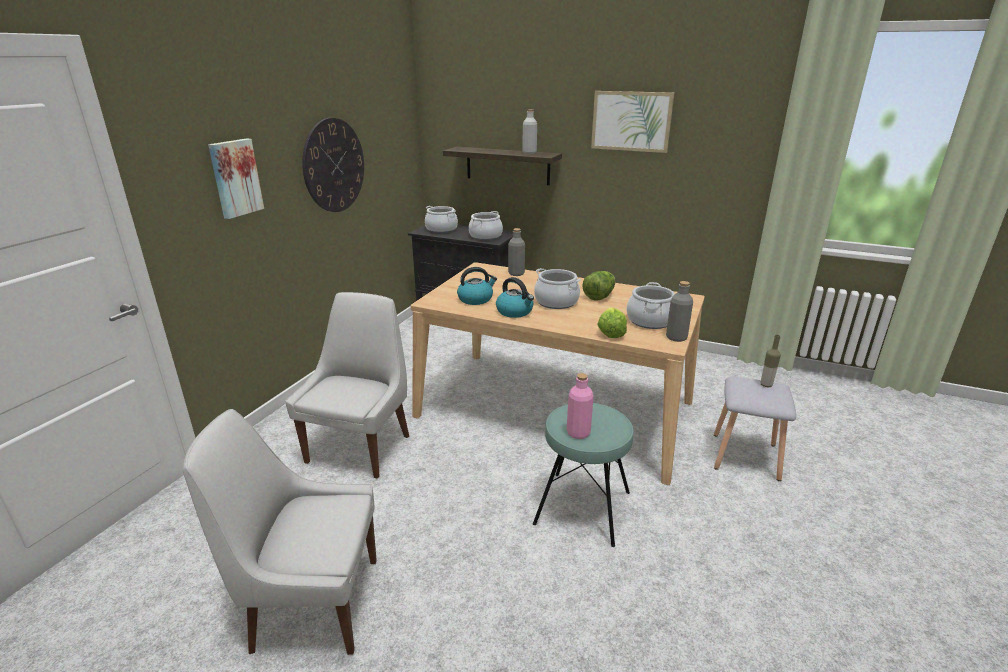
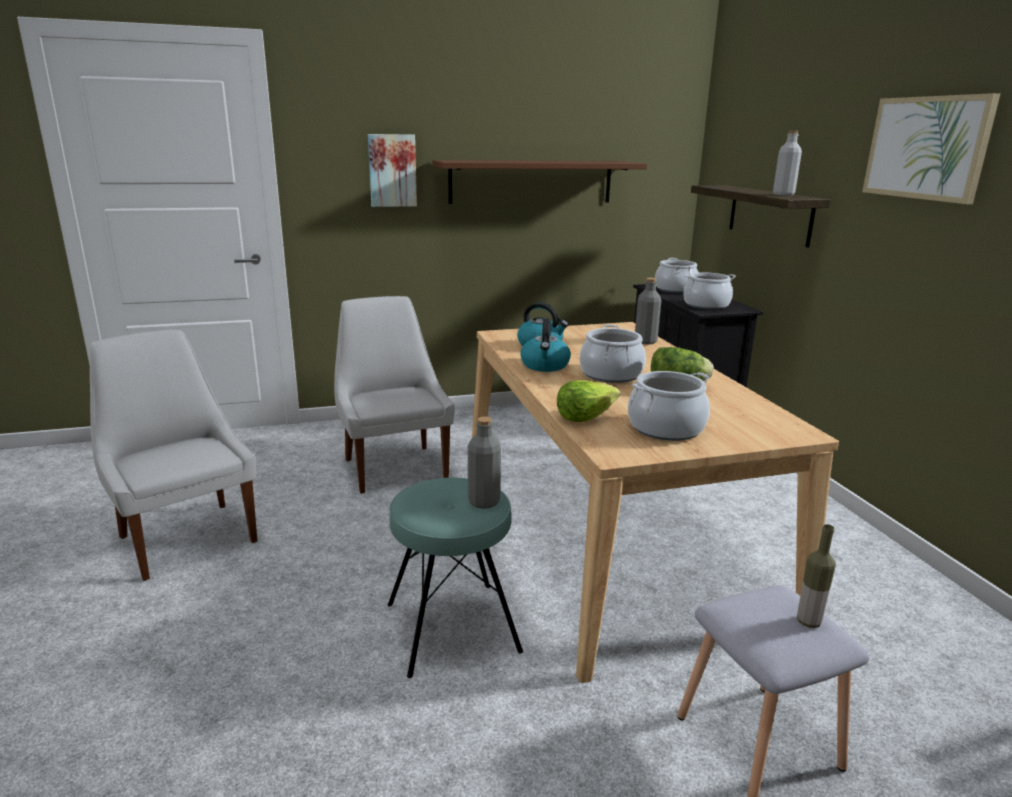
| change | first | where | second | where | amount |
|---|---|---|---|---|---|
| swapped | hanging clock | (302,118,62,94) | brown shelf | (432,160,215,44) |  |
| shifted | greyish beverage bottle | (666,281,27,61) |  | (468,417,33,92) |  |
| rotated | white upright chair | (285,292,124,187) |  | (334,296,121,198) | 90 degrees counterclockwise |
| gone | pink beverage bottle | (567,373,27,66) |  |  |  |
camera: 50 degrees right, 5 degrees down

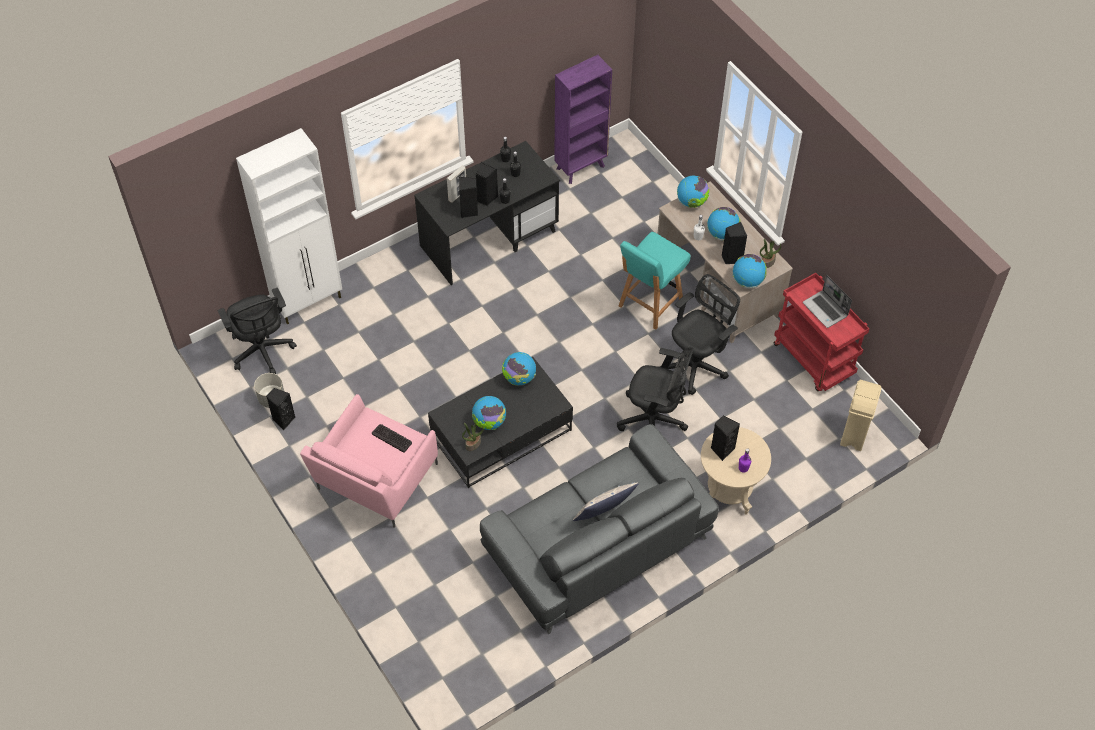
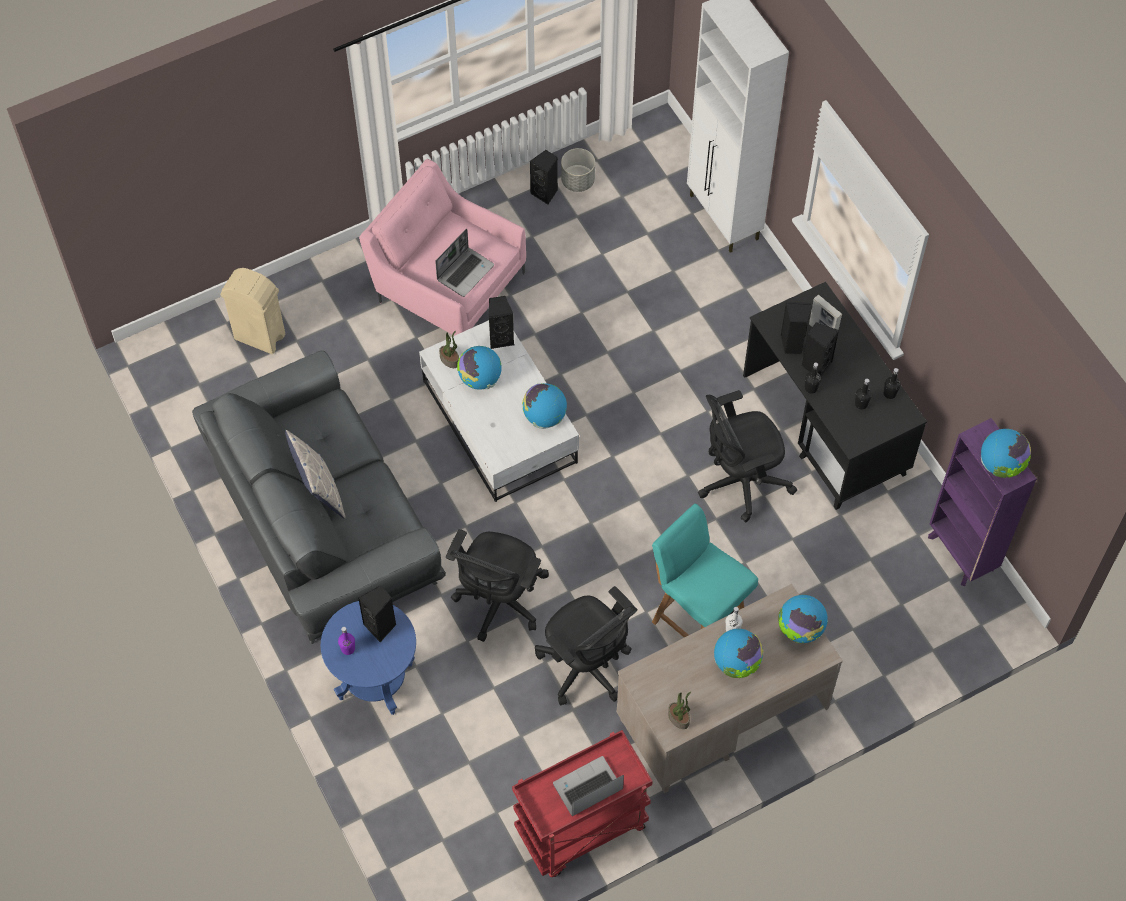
| change | first | where | second | where | amount |
|---|---|---|---|---|---|
| shifted | black-coloured speaker | (722,222,25,42) |  | (489,296,25,53) |  |
| shifted | globe | (733,254,34,34) |  | (981,429,50,49) |  |
| shifted | black-coloured computer chair | (218,288,79,86) |  | (698,390,99,132) |  |
| repainted | black-coloured coffee table | (428,357,145,131) | white coffee table | (419,320,160,182) |  |
| shifted | beige waste bin | (840,380,42,71) |  | (220,268,65,86) |  |
| swapped | keyboard | (372,424,40,29) | laptop | (435,229,59,68) |  |
| repainted | beige side table | (701,427,70,88) | blue side table | (321,601,95,114) |  |
camera: 95 degrees right, 5 degrees up

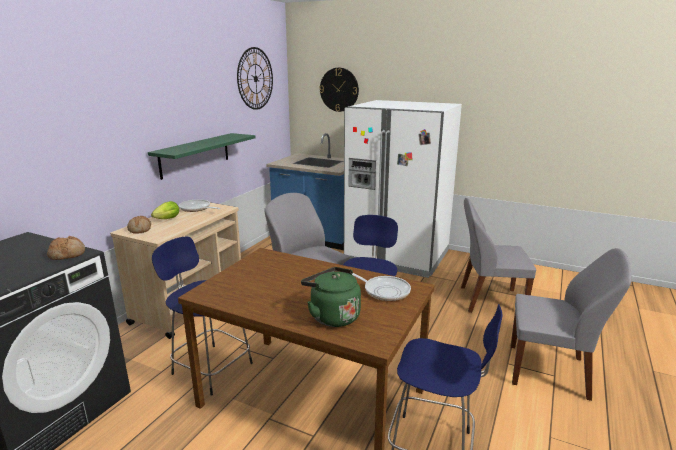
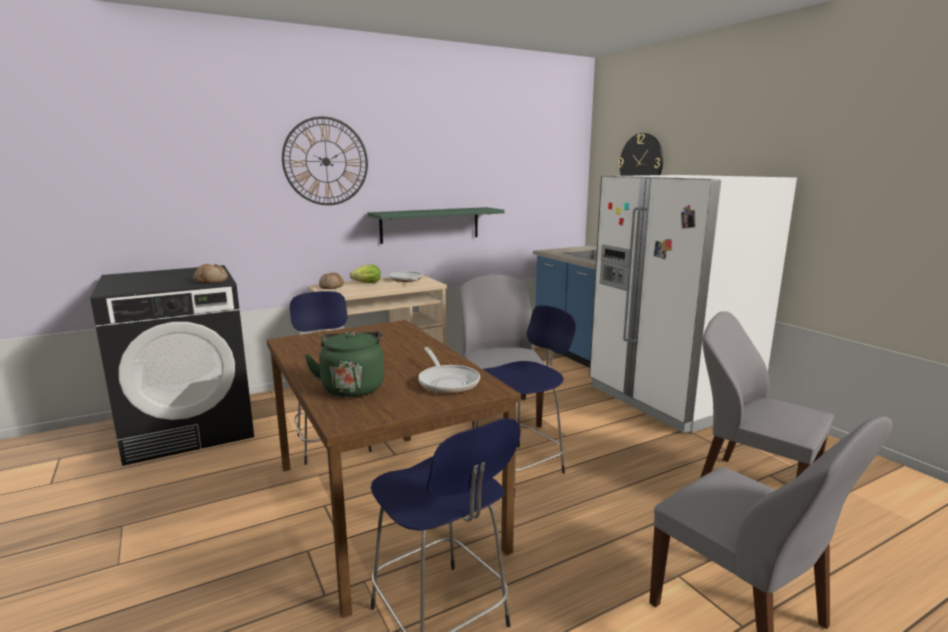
| change | first | where | second | where | amount |
|---|---|---|---|---|---|
| shifted | hanging clock | (237,47,36,63) |  | (282,116,86,89) |  |
camera: 35 degrees right, 5 degrees down

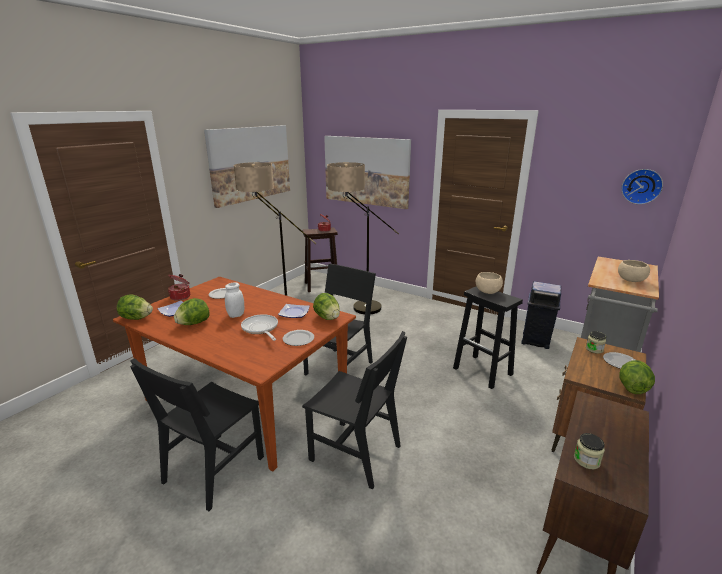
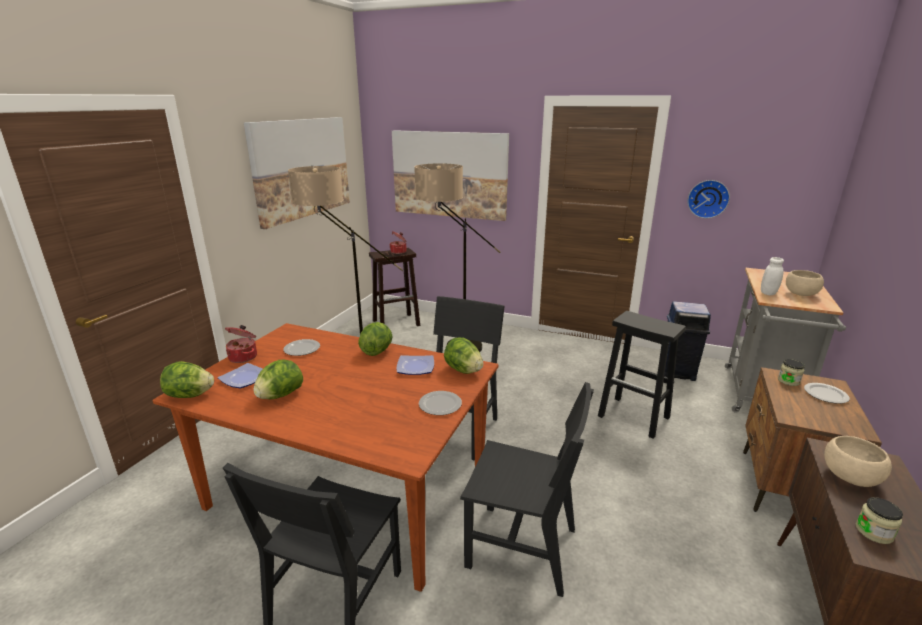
| change | first | where | second | where | amount |
|---|---|---|---|---|---|
| shifted | hanging clock | (621,169,42,35) |  | (687,180,43,38) |  |
| shifted | beige deep dish | (476,272,27,22) |  | (824,436,68,51) |  |
| shifted | white preserve jar | (225,282,20,36) |  | (761,257,23,38) |  |
| gone | pan | (241,314,37,27) |  |  |  |
| shifted | lettuce | (619,360,36,34) |  | (358,322,35,34) |  |
camera: 10 degrees left, 0 degrees up

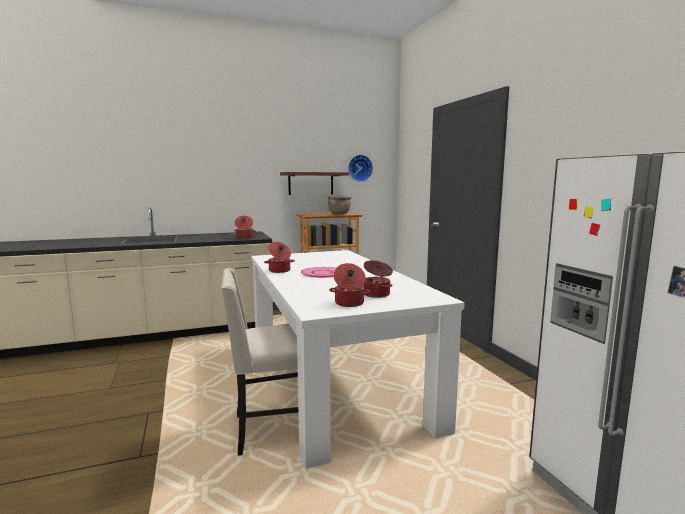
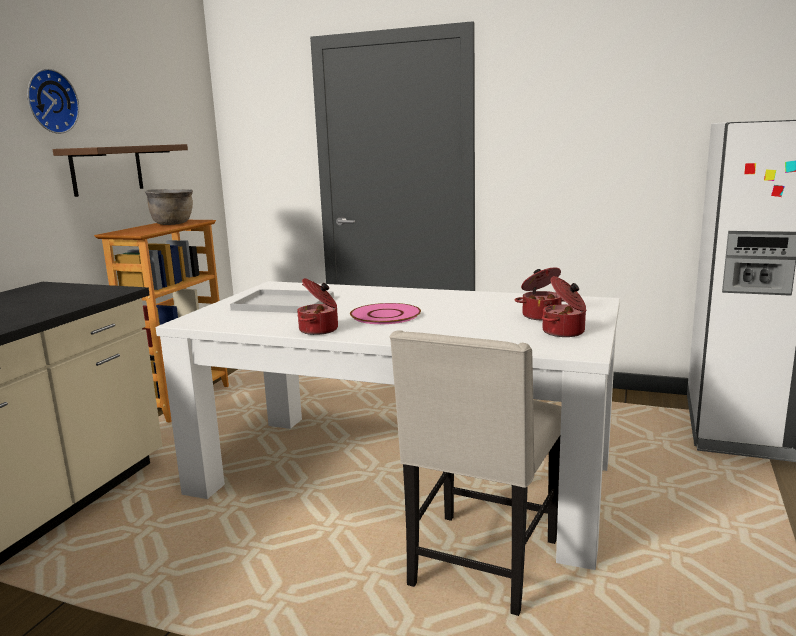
| change | first | where | second | where | amount |
|---|---|---|---|---|---|
| shifted | hanging clock | (348,155,25,27) |  | (27,69,52,65) |  |
| gone | cooking pot | (234,215,22,24) |  |  |  |
| new |  |  | white carrying tray | (230,289,104,24) |  |
camera: 50 degrees left, 5 degrees up

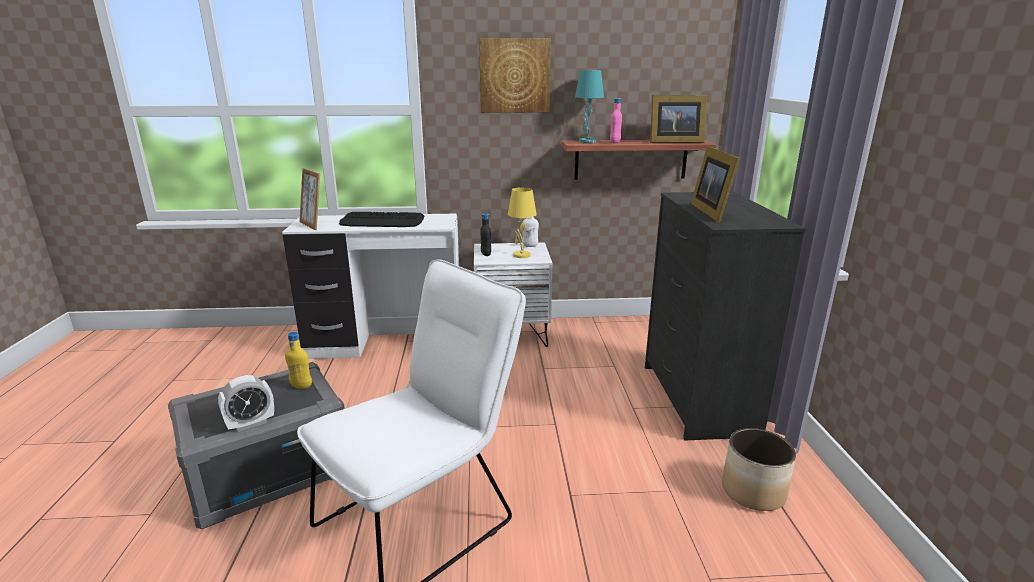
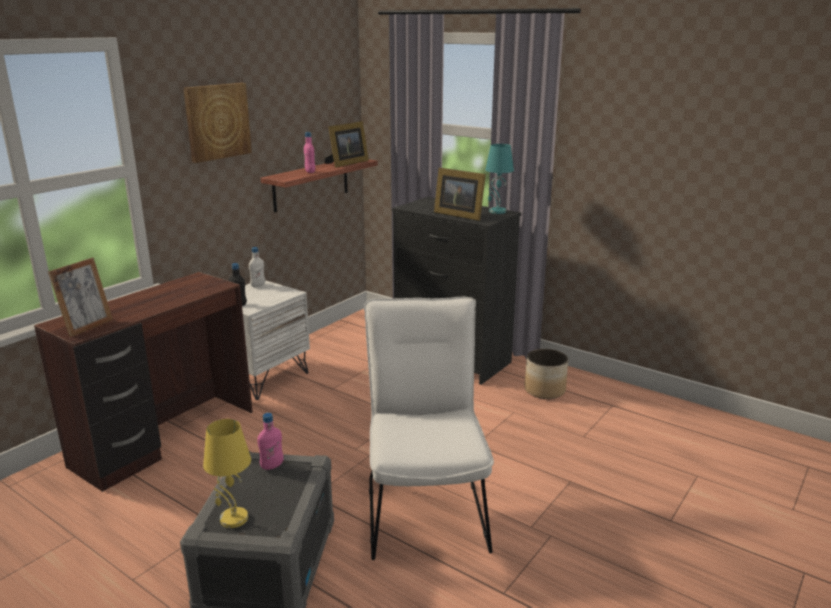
| change | first | where | second | where | amount |
|---|---|---|---|---|---|
| shifted | turquoise-coloured tabletop lamp | (575,70,29,73) |  | (485,144,29,70) |  |
| rotated | picture frame | (299,168,21,62) |  | (48,258,65,79) | 60 degrees counterclockwise |
| shifted | yellow tabletop lamp | (508,187,29,71) |  | (203,419,48,109) |  |
| gone | keyboard | (339,212,85,15) |  |  |  |
| repainted | white desk unit | (282,214,177,145) | brown desk unit | (34,272,219,220) |  |
| repainted | yellow beverage bottle | (285,332,27,57) | pink beverage bottle | (257,413,26,57) |  |
| gone | bedside clock | (218,375,56,57) |  |  |  |
camera: 50 degrees left, 0 degrees up

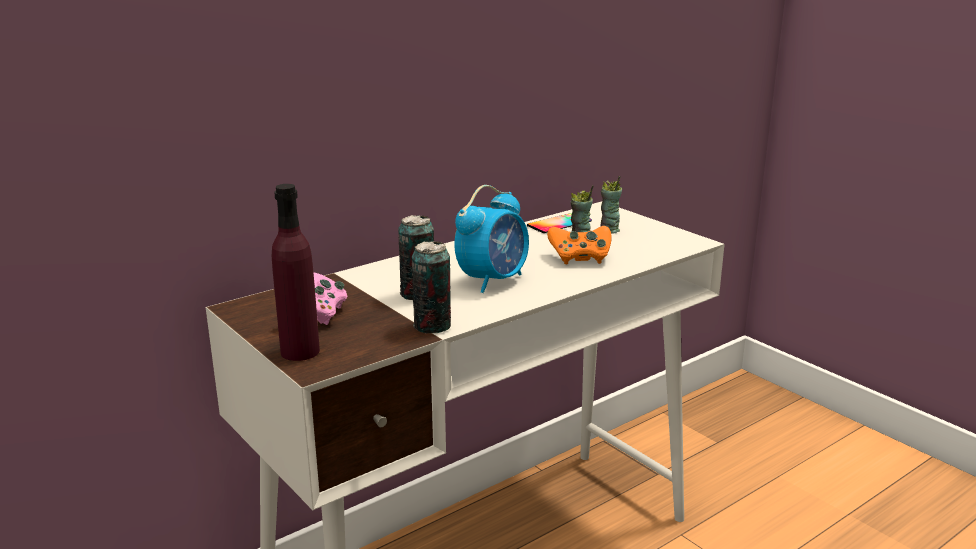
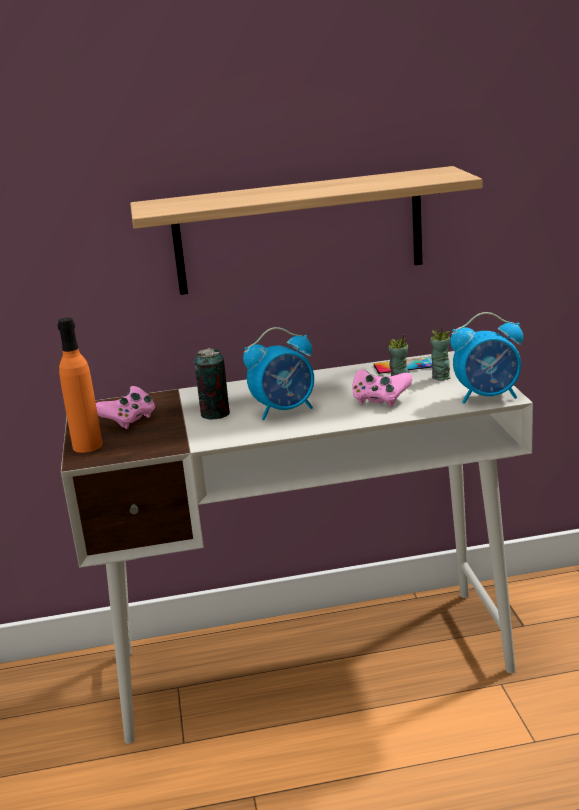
| change | first | where | second | where | amount |
|---|---|---|---|---|---|
| repainted | purplish beverage bottle | (272,184,48,177) | orange-coloured beverage bottle | (57,318,46,135) |  |
| repainted | orange-coloured game controller | (547,226,65,38) | pink game controller | (352,369,60,38) |  |
| gone | can | (411,241,40,92) |  |  |  |
| new |  |  | shelf | (130,166,352,129) |  |
| new |  |  | bedside clock | (450,312,73,92) |  |
camera: 30 degrees right, 0 degrees up

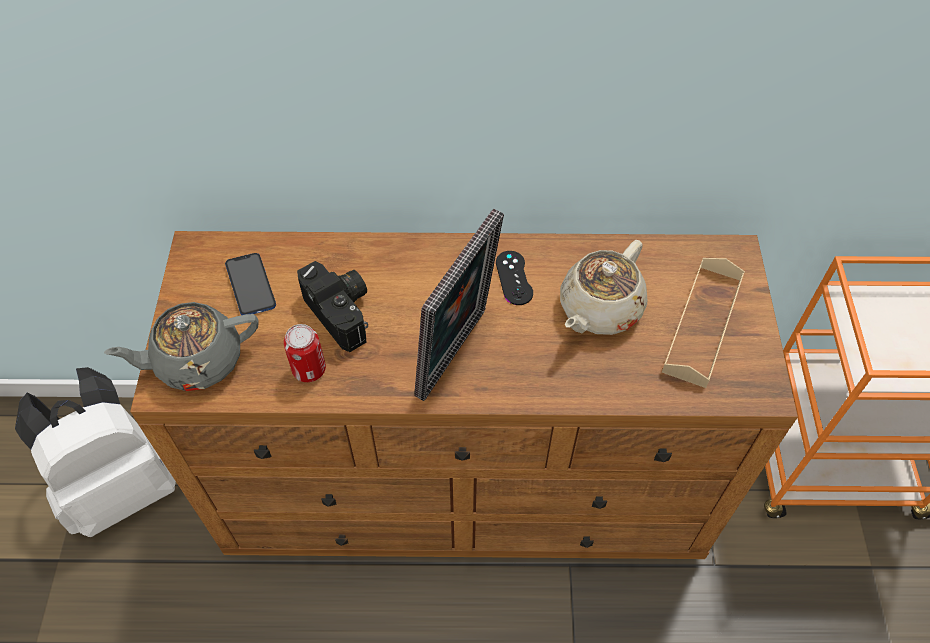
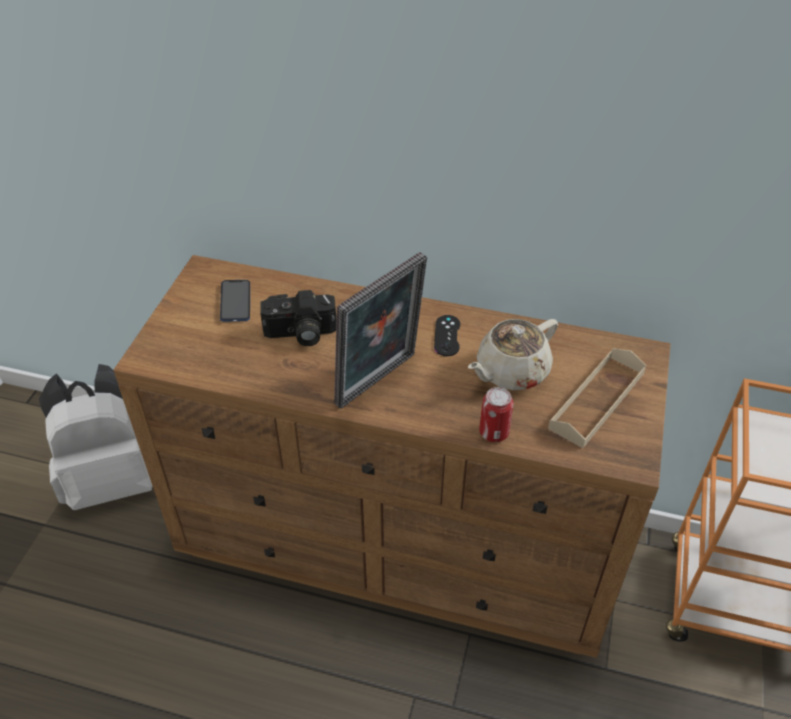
| change | first | where | second | where | amount |
|---|---|---|---|---|---|
| rotated | photo camera | (297,261,71,91) |  | (260,290,76,56) | 105 degrees clockwise |
| gone | greyish tea pot | (104,302,155,89) |  |  |  |
| shifted | can | (284,324,42,58) |  | (479,387,34,55) |  |
camera: 15 degrees right, 10 degrees down

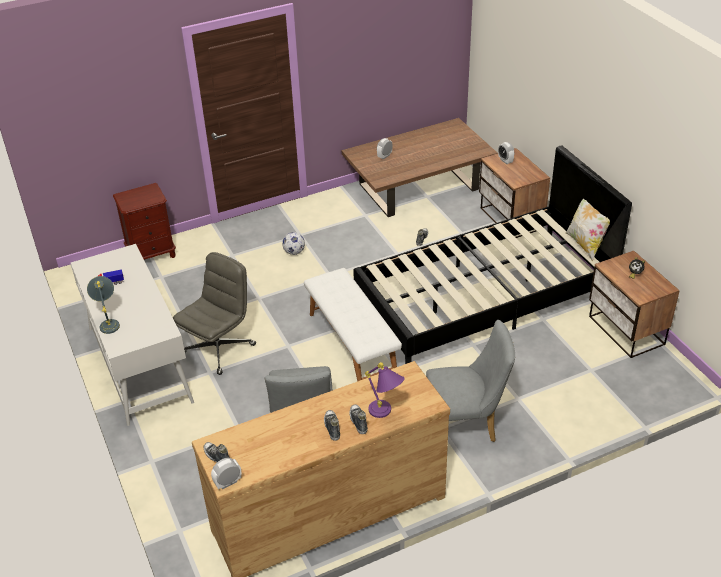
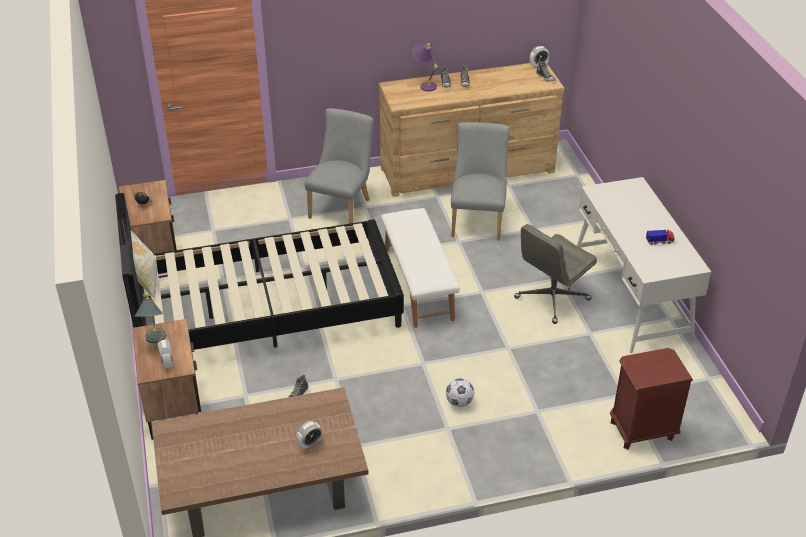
| change | first | where | second | where | amount |
|---|---|---|---|---|---|
| shifted | greyish tabletop lamp | (87,276,33,58) |  | (135,292,31,51) |  |
| rotated | greyish upright chair | (426,320,89,122) |  | (305,108,68,116) | 105 degrees clockwise |
camera: 170 degrees left, 0 degrees up

